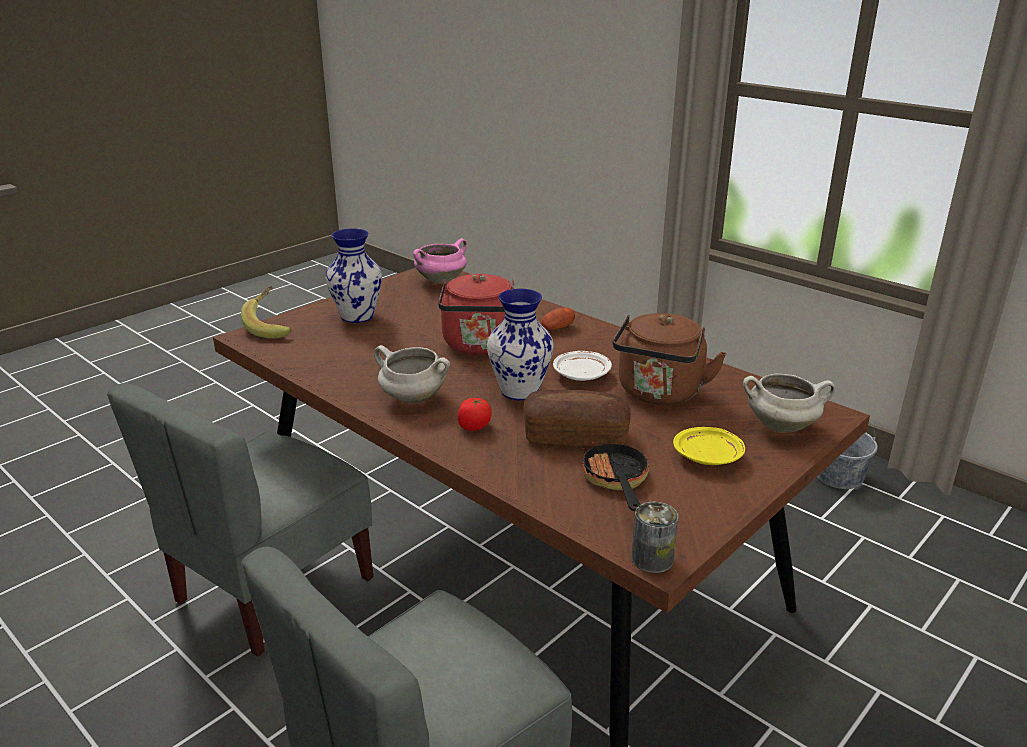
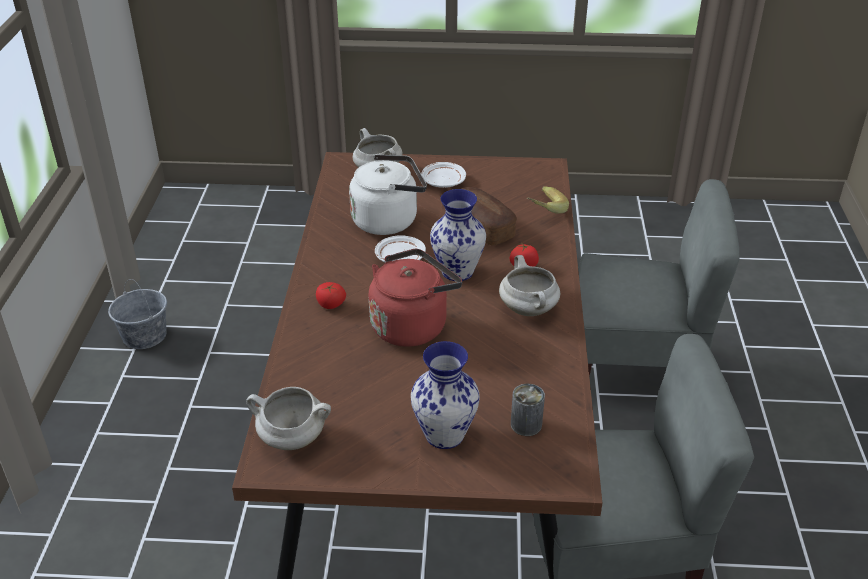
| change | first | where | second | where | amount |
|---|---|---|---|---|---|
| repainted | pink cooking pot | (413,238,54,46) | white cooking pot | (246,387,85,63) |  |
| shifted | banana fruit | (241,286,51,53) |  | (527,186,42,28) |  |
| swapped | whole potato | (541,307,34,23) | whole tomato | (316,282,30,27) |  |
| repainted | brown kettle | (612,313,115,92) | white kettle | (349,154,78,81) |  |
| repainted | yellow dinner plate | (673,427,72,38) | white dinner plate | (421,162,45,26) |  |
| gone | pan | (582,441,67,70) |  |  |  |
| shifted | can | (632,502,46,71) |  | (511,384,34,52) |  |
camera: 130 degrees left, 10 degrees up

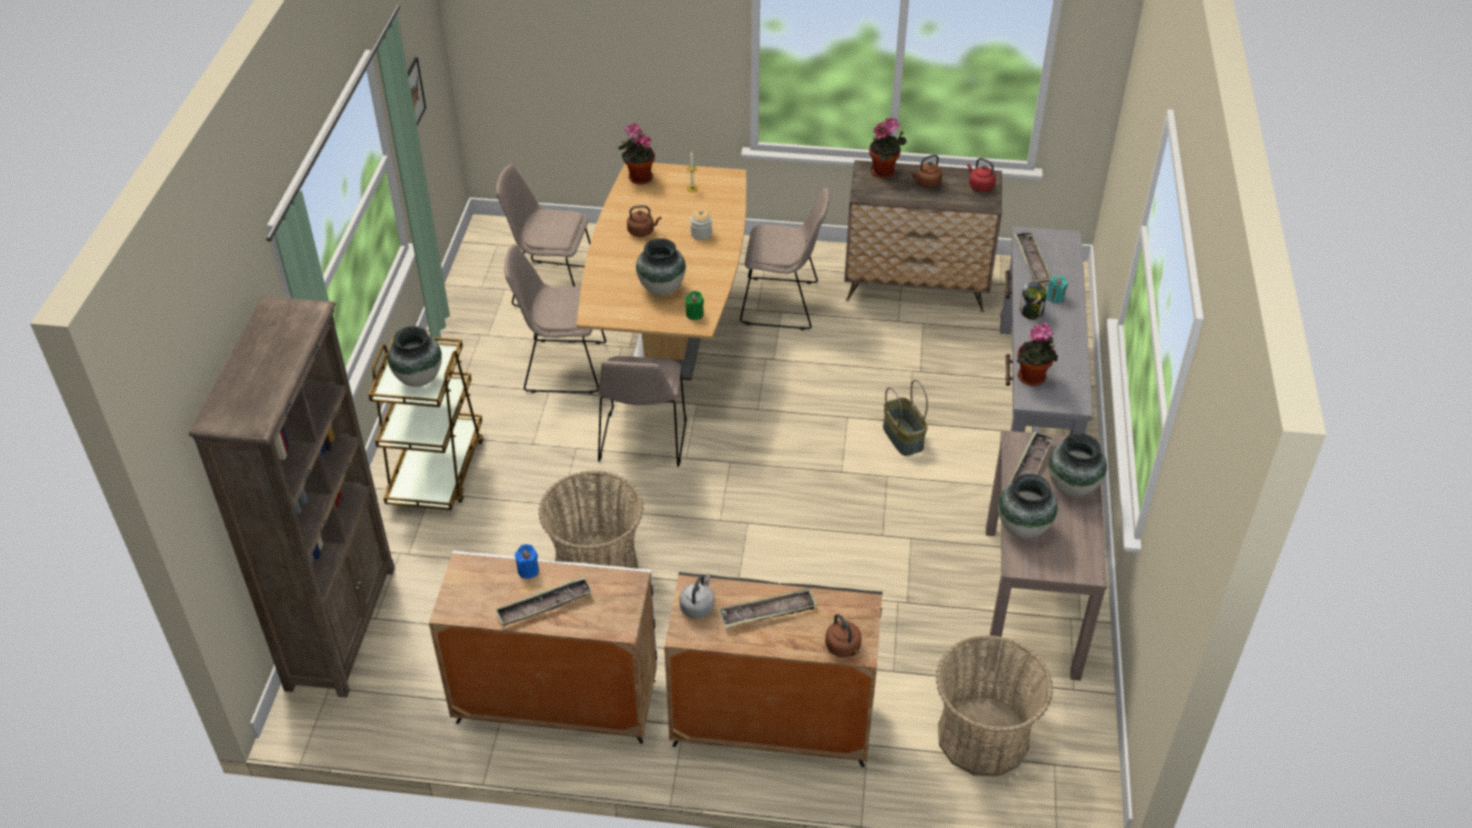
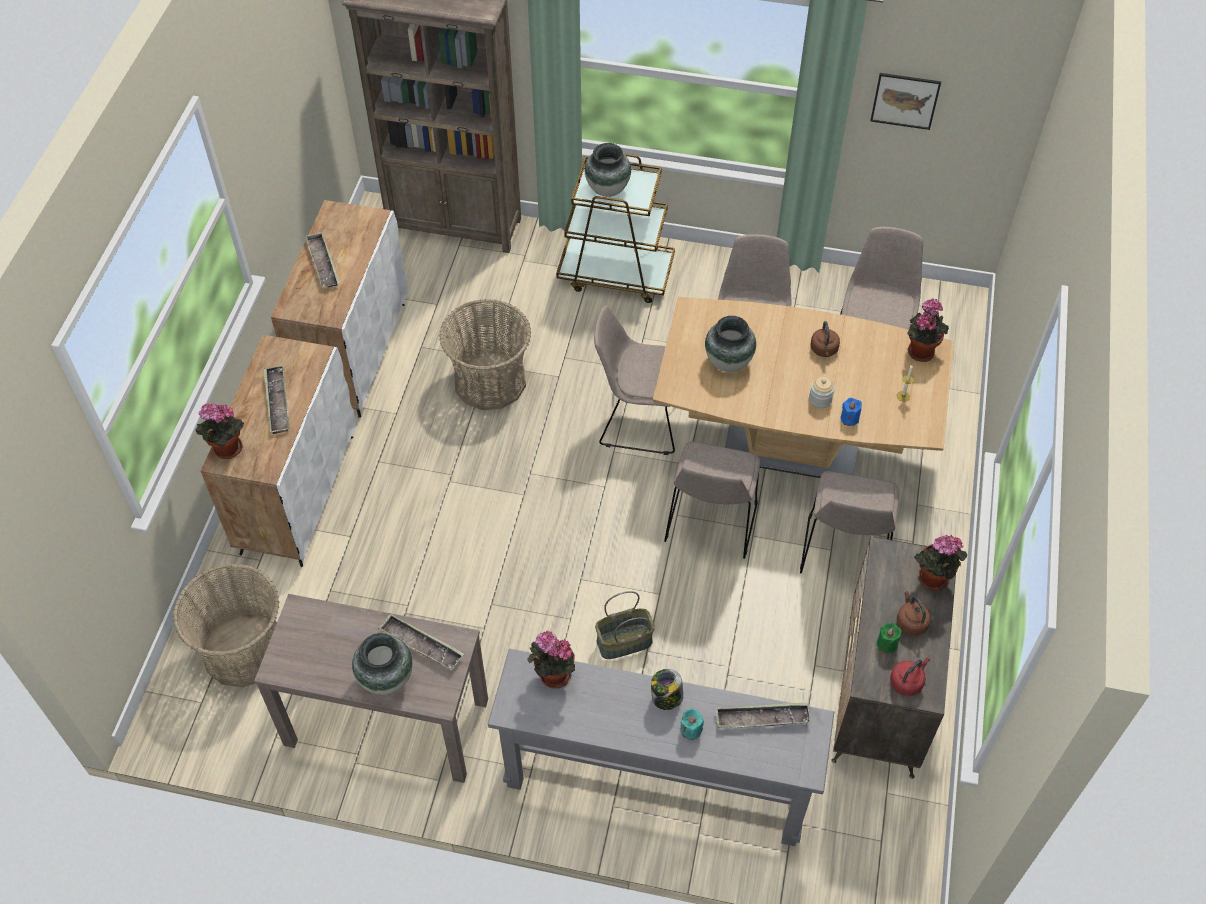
| change | first | where | second | where | amount |
|---|---|---|---|---|---|
| shifted | green-coloured wax light | (685,291,19,29) |  | (877,623,25,30) |  |
| gone | decorative vase | (998,474,60,65) |  |  |  |
| shifted | blue wax light | (515,544,24,35) |  | (841,398,21,28) |  |
| repainted | black-coloured cupboard | (664,572,218,195) | white cupboard | (201,335,155,232) |  |
| gone | greyish kettle | (679,574,36,45) |  |  |  |
| swapped | brown kettle | (825,614,37,43) | houseplant | (196,403,48,56) |  |
| new |  |  | beige upright chair | (664,441,96,118) |  |
camera: 95 degrees right, 10 degrees up

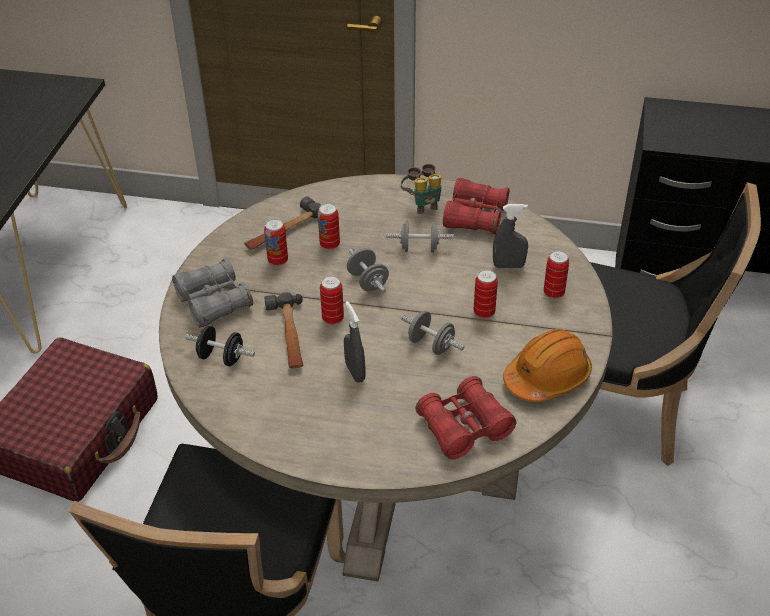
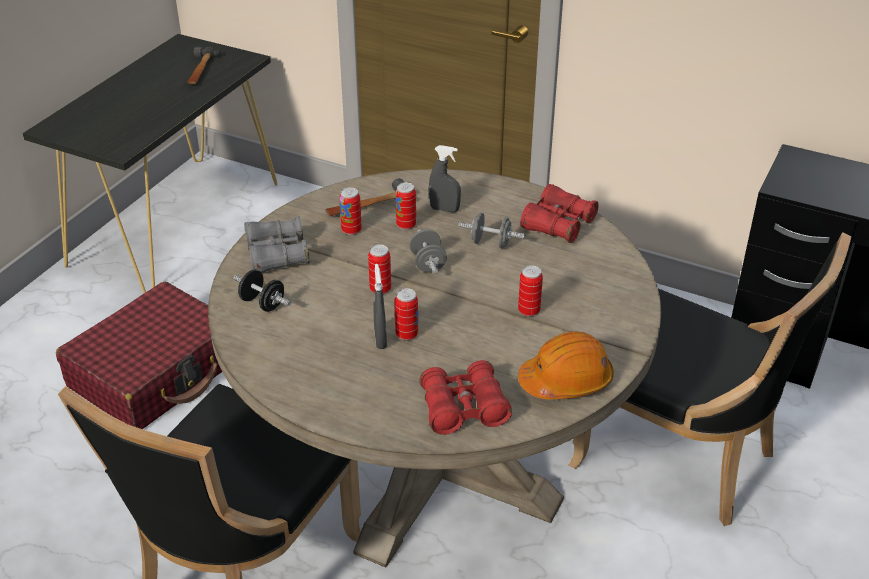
| change | first | where | second | where | amount |
|---|---|---|---|---|---|
| gone | binoculars | (401,164,40,50) |  |  |  |
| shifted | greyish sprayer | (493,204,35,64) |  | (429,145,32,68) |  |
| shifted | can | (544,250,25,49) |  | (395,288,23,52) |  |
| shifted | tool hammer | (264,292,39,76) |  | (187,47,34,37) |  |
| gone | greyish free weight | (401,311,63,44) |  |  |  |
camera: 15 degrees right, 5 degrees down

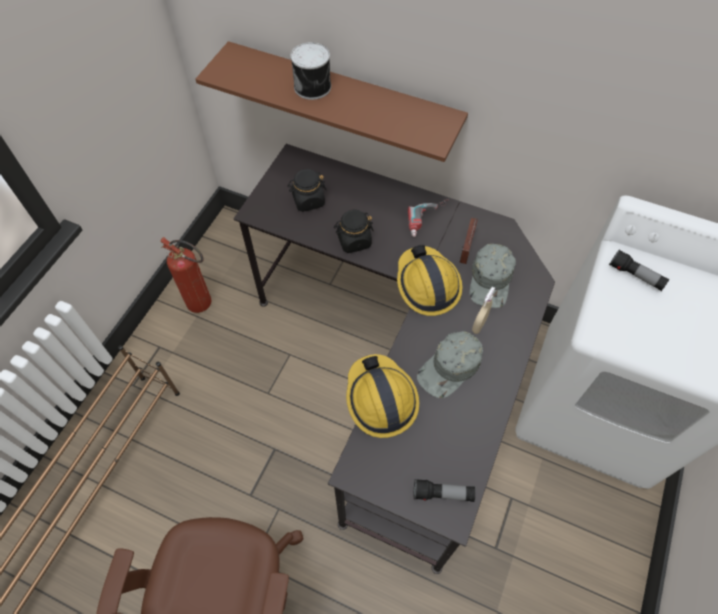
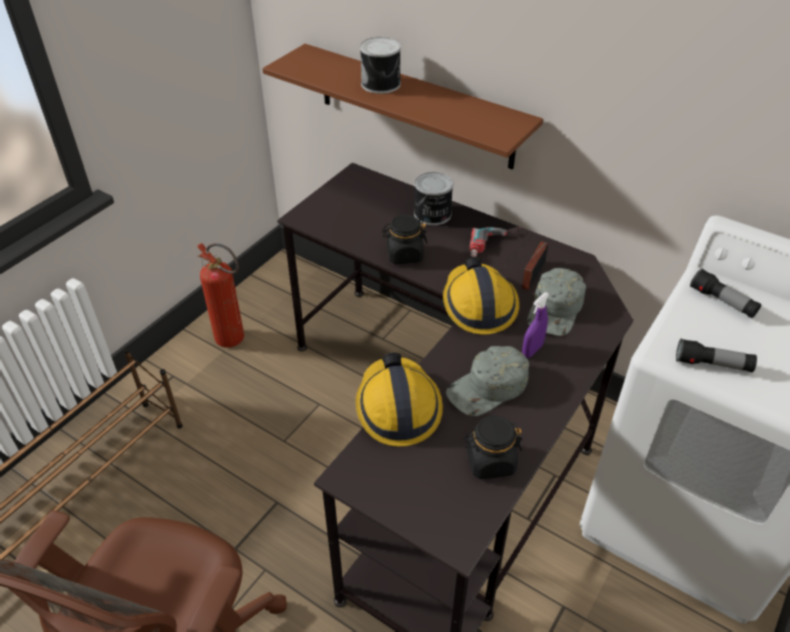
| change | first | where | second | where | amount |
|---|---|---|---|---|---|
| shifted | black-coloured preserve jar | (287,169,40,43) |  | (463,415,59,64) |  |
| repainted | beige sprayer | (472,287,23,47) | purplish sprayer | (522,292,27,66) |  |
| shifted | flashlight | (414,479,61,23) |  | (676,338,81,34) |  |
| new |  |  | can | (414,172,39,53) |  |
camera: 10 degrees right, 15 degrees down

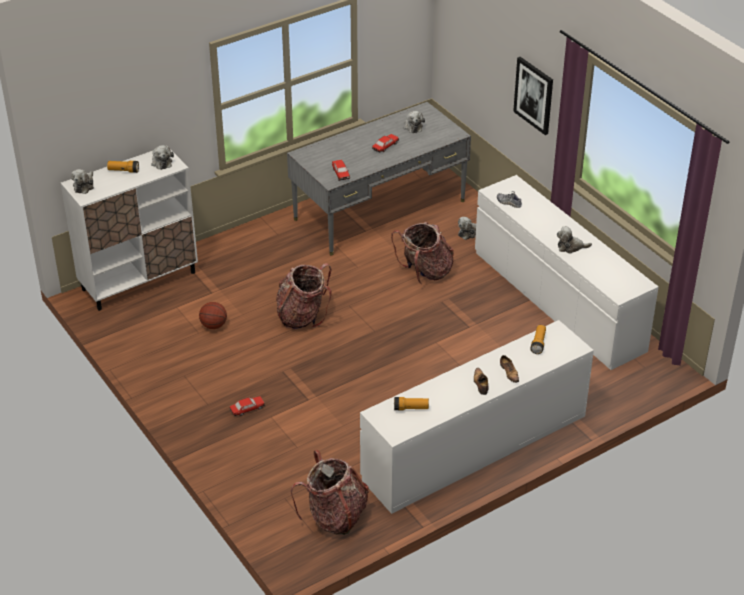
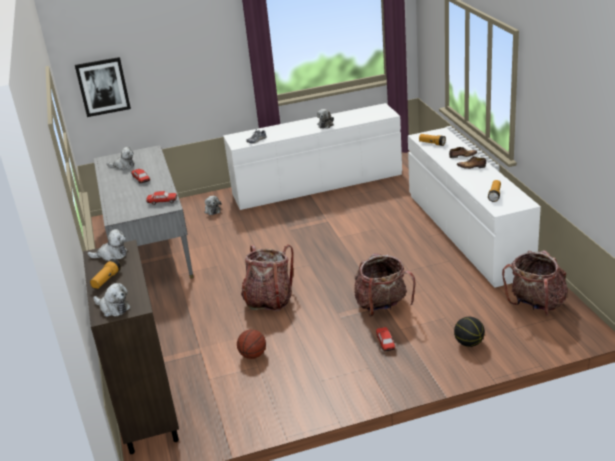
| change | first | where | second | where | amount |
|---|---|---|---|---|---|
| shifted | picture | (513,57,40,78) |  | (75,57,56,60) |  |
| repainted | white cupboard | (61,146,137,165) | brown cupboard | (83,240,96,214) |  |
| shifted | backpack | (391,222,63,62) |  | (354,253,62,63) |  |
| new |  |  | basketball | (454,317,31,30) |  |
camera: 70 degrees left, 10 degrees down

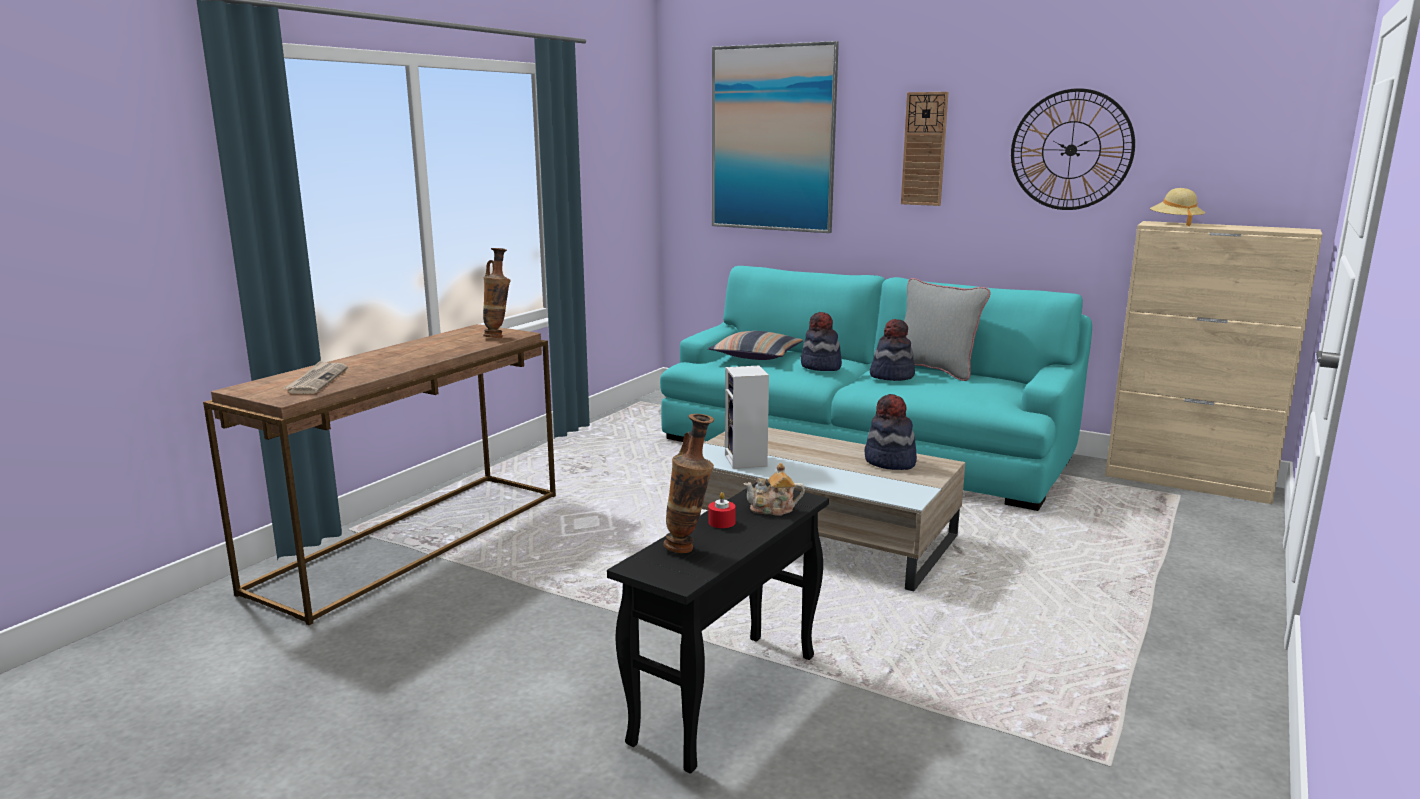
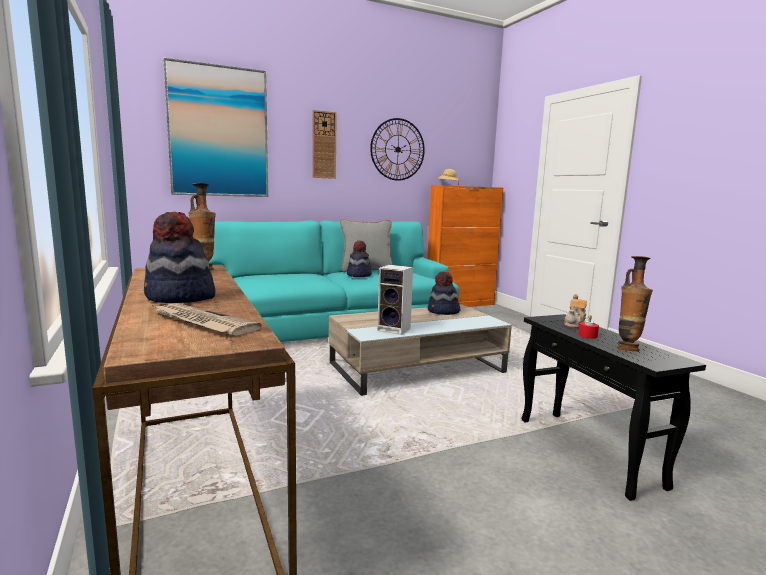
| change | first | where | second | where | amount |
|---|---|---|---|---|---|
| repainted | beige cupboard | (1105,221,218,284) | orange-coloured cupboard | (427,185,76,122) |  |
| shifted | wearable hat | (801,312,41,59) |  | (144,212,71,91) |  |
| gone | cushion | (708,331,95,29) |  |  |  |
camera: 55 degrees left, 5 degrees down

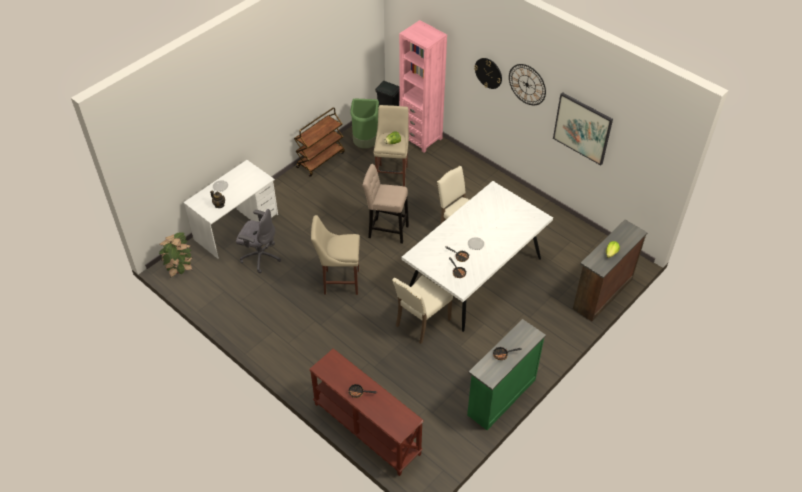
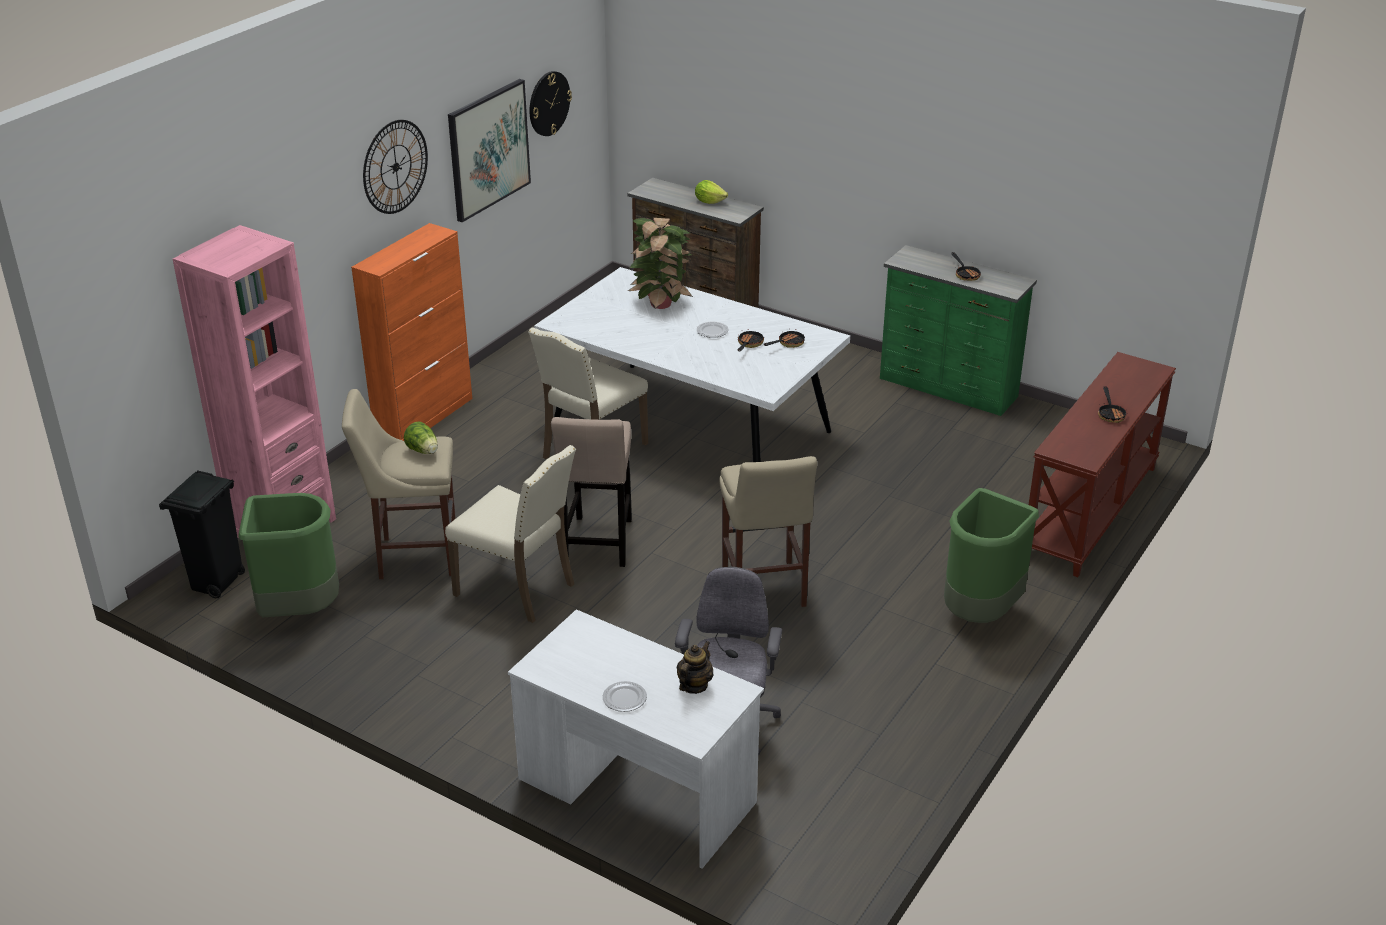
| change | first | where | second | where | amount |
|---|---|---|---|---|---|
| shifted | hanging clock | (474,58,28,31) |  | (529,71,43,65) |  |
| gone | brown wheeled cart | (294,107,51,70) |  |  |  |
| shifted | houseplant | (159,232,34,46) |  | (628,218,65,91) |  |
| shifted | beige upright chair | (392,275,61,69) |  | (445,445,131,178) |  |
| new |  |  | orange-coloured cupboard | (351,223,121,218) |  |
| new |  |  | green-coloured waste bin | (944,488,95,135) |  |
camera: 100 degrees left, 15 degrees down

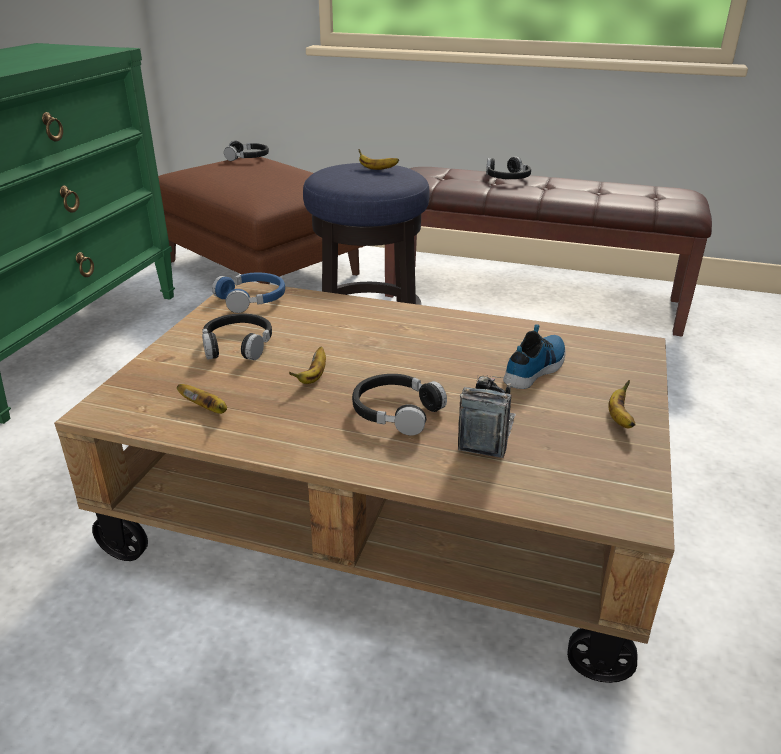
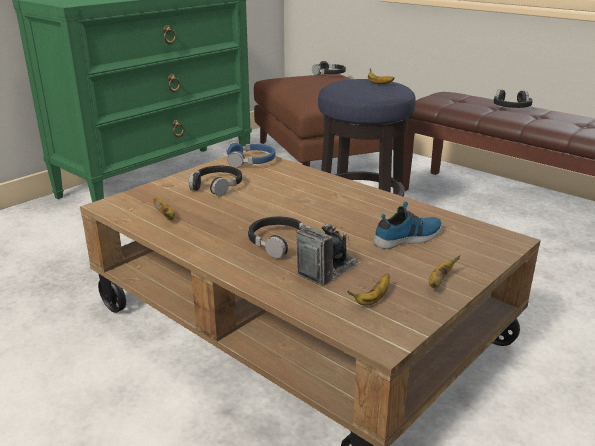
| change | first | where | second | where | amount |
|---|---|---|---|---|---|
| shifted | banana fruit | (289,347,37,37) |  | (347,273,43,32) |  |
camera: 25 degrees right, 5 degrees down

